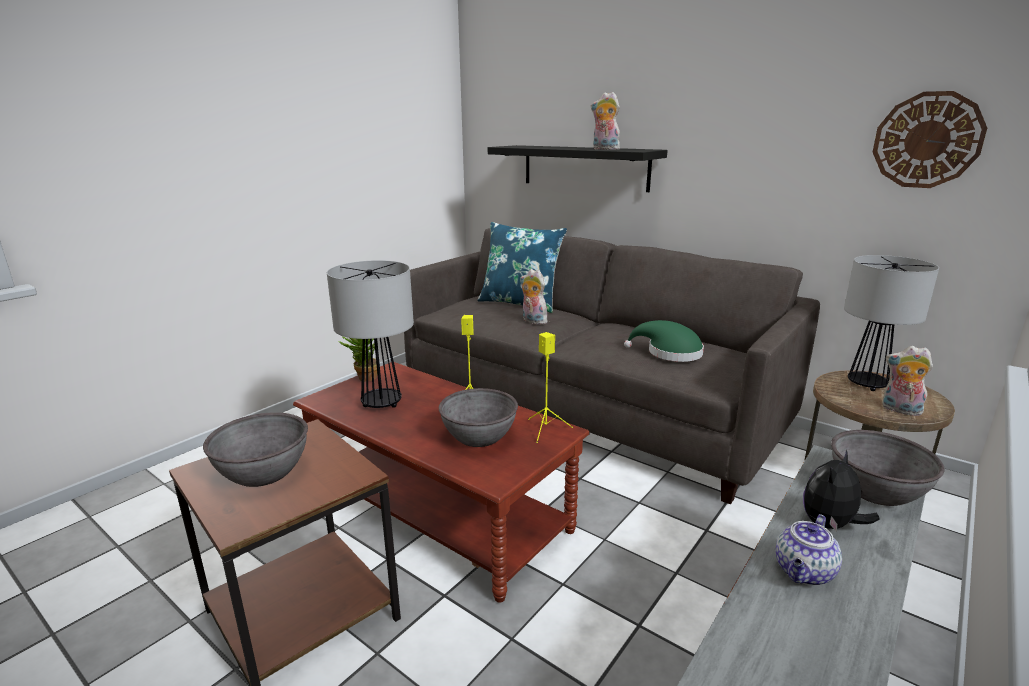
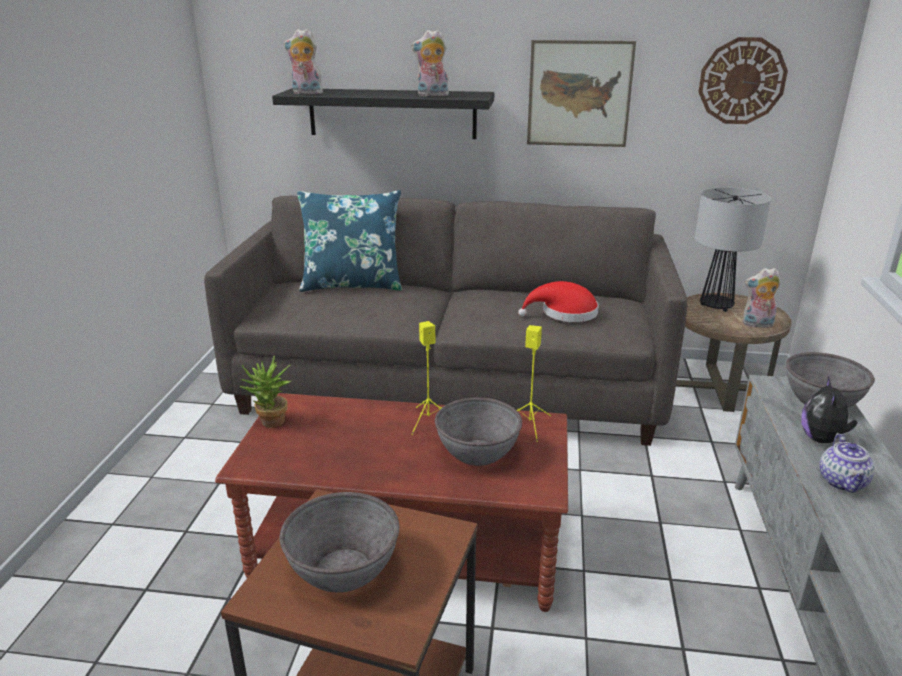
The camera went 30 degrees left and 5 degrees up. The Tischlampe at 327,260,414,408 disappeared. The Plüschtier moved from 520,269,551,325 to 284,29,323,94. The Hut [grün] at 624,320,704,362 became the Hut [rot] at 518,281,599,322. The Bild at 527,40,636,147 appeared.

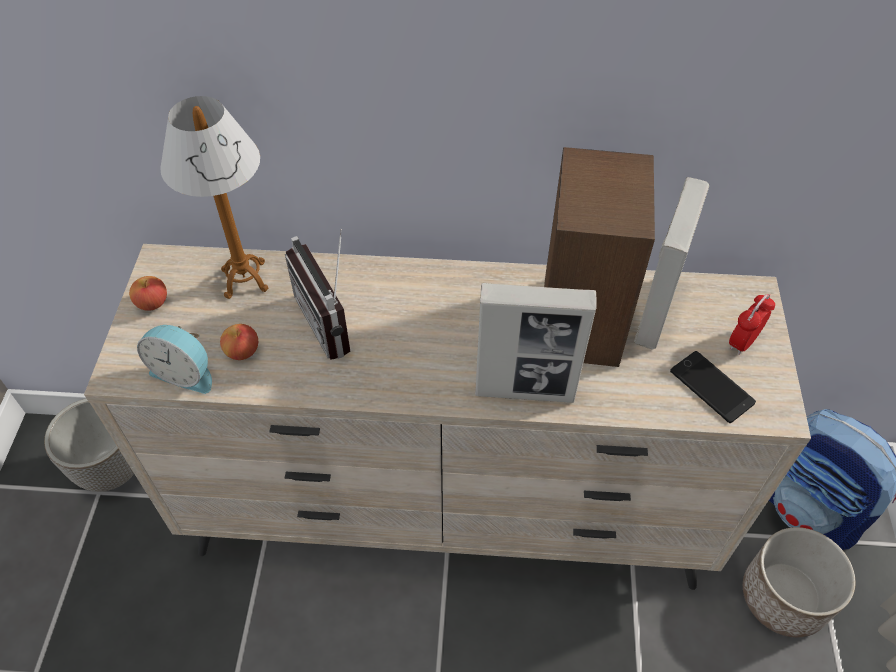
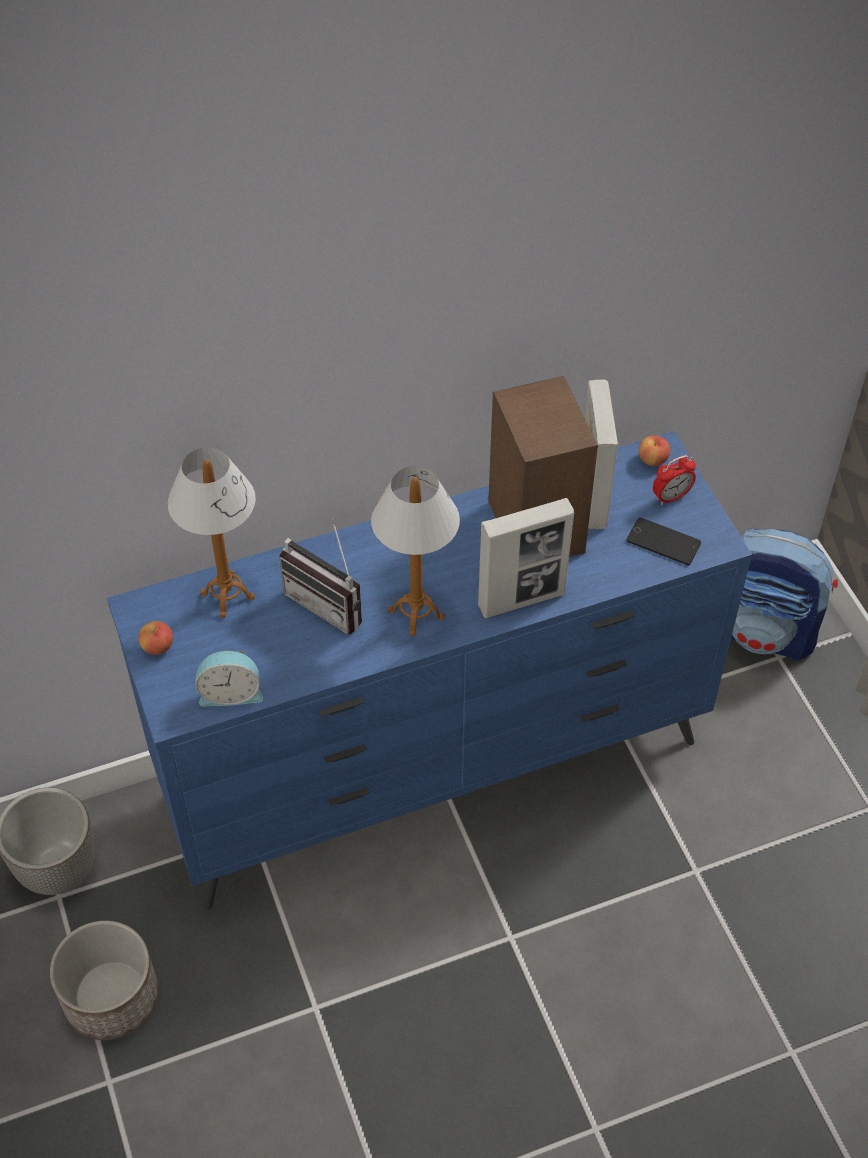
The camera went 25 degrees left and 0 degrees up. The Kommode [beige] at 84,244,811,590 became the Kommode [blau] at 107,431,752,910. The Wecker at 729,294,775,355 turned 135 degrees counterclockwise. The Apfel moved from 220,324,258,360 to 639,435,670,466. The Pflanzkübel moved from 743,527,855,637 to 50,921,158,1040. The Tischlampe at 371,466,460,636 appeared.

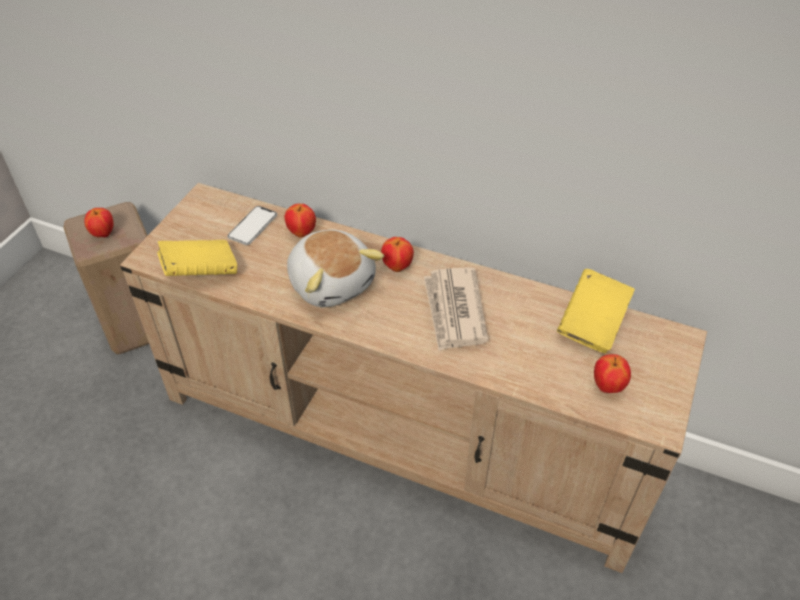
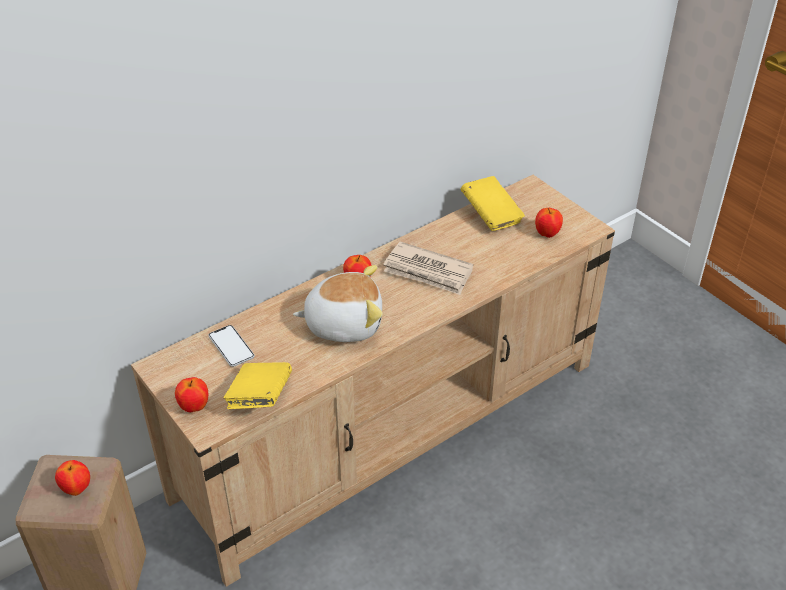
The camera went 60 degrees left and 5 degrees down. The Apfel moved from 285,204,316,237 to 175,377,208,412.

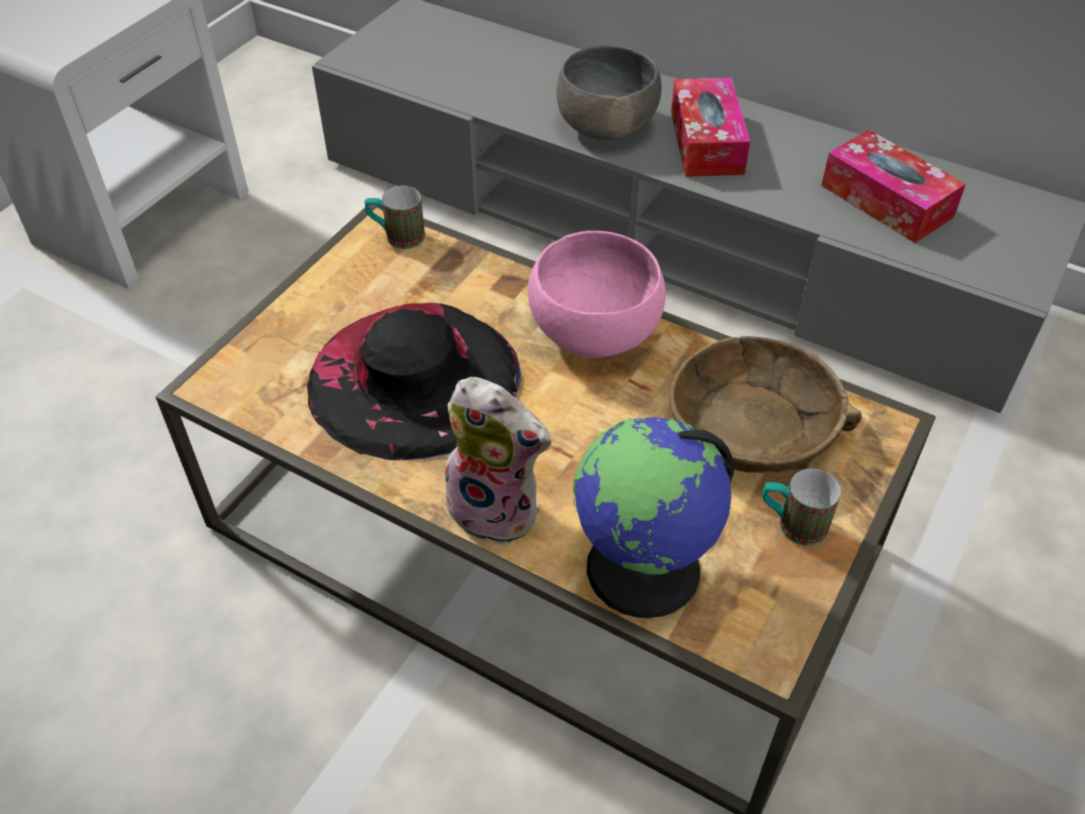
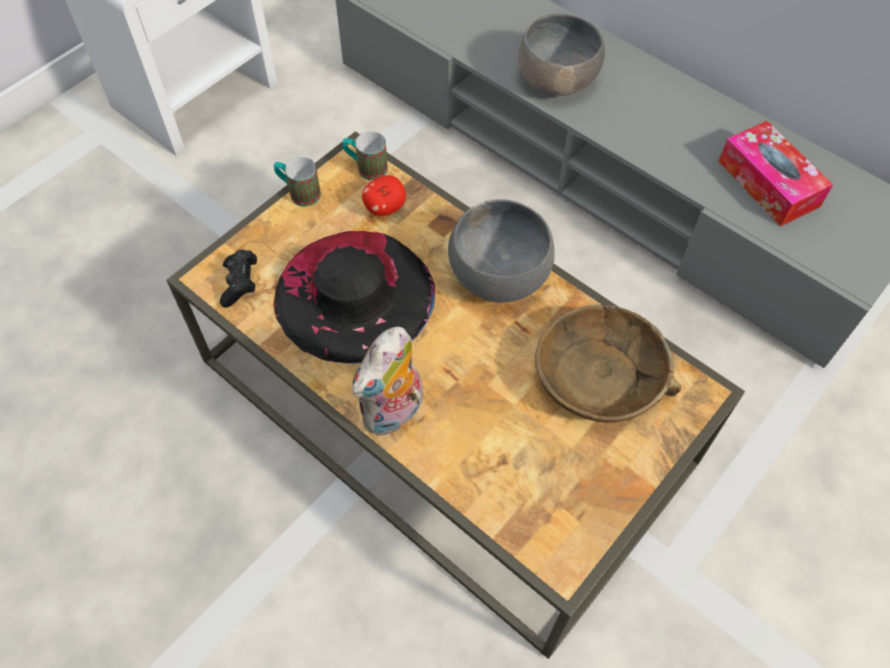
The camera went 10 degrees right and 10 degrees up. The Taschentuchbox at 671,78,750,177 disappeared. The Schüssel [rosa] at 528,231,666,358 became the Schüssel [grau] at 448,199,555,303. The Plüschtier at 445,377,551,546 turned 90 degrees clockwise. The Globus at 573,417,734,618 disappeared. The Henkelbecher moved from 763,468,841,546 to 274,157,321,207. The Apfel at 362,175,406,216 appeared. The Gamepad [schwarz] at 220,249,257,308 appeared.

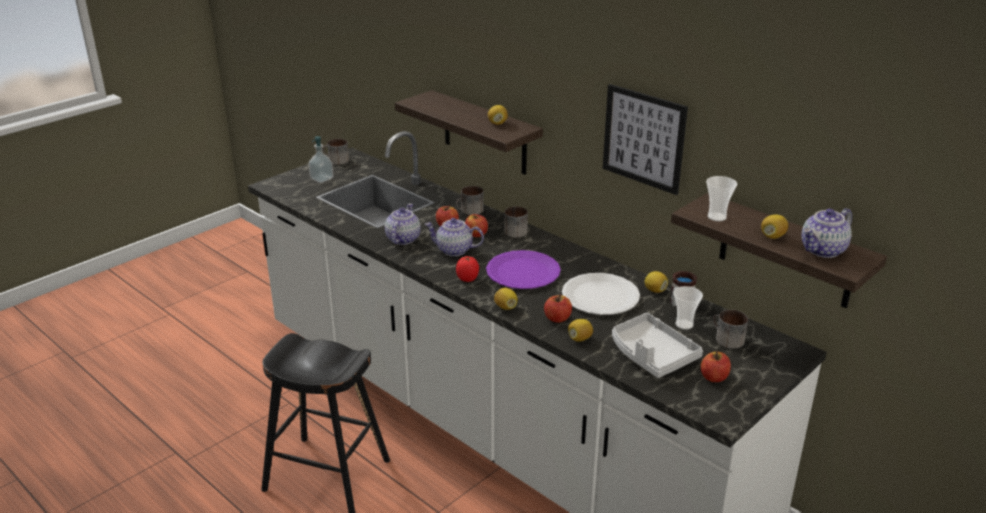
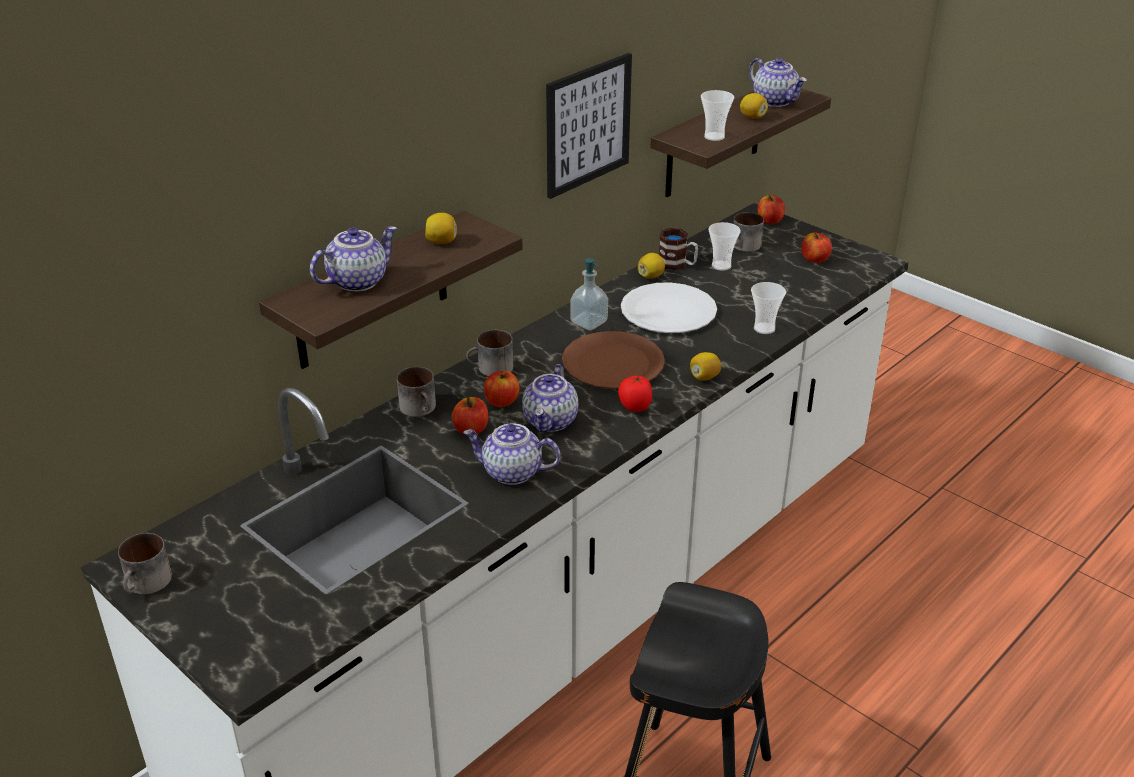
The camera went 90 degrees left and 5 degrees up. The Seifenspender moved from 308,136,334,183 to 570,258,608,330. The Teller [lila] at 486,250,561,289 became the Teller [braun] at 562,331,665,389. The Apfel moved from 544,295,572,323 to 758,195,785,224. The Tablett [grau] at 612,313,703,378 disappeared. The Zitrone at 568,319,593,342 was replaced by the Tasse at 751,282,786,334. The Teekanne at 310,226,397,292 appeared.

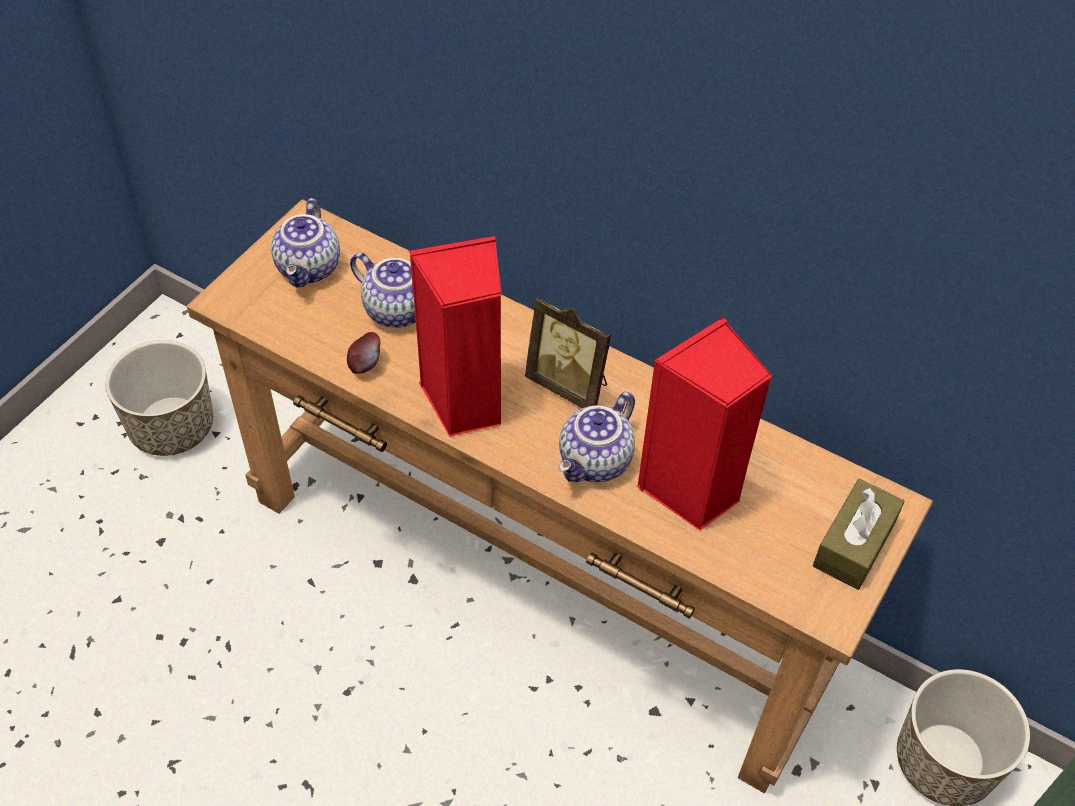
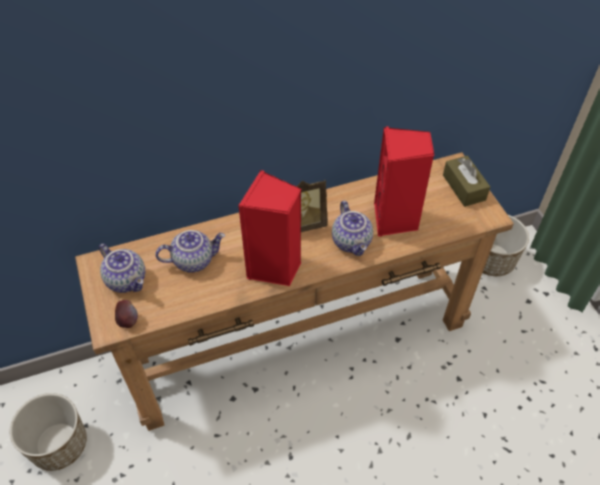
The camera went 50 degrees left and 0 degrees up. The Apfel moved from 347,332,380,374 to 115,300,138,328.

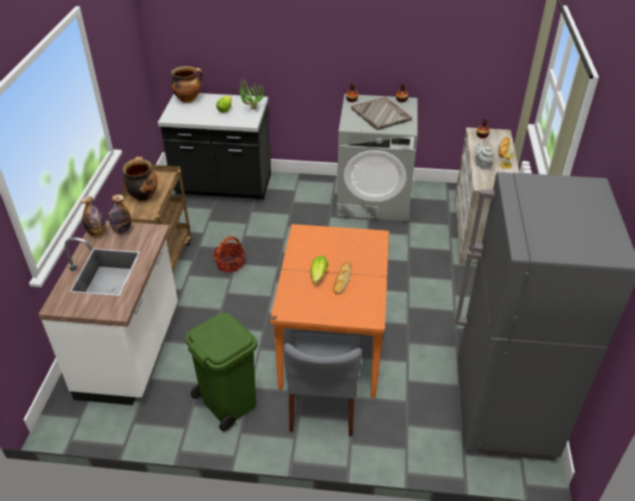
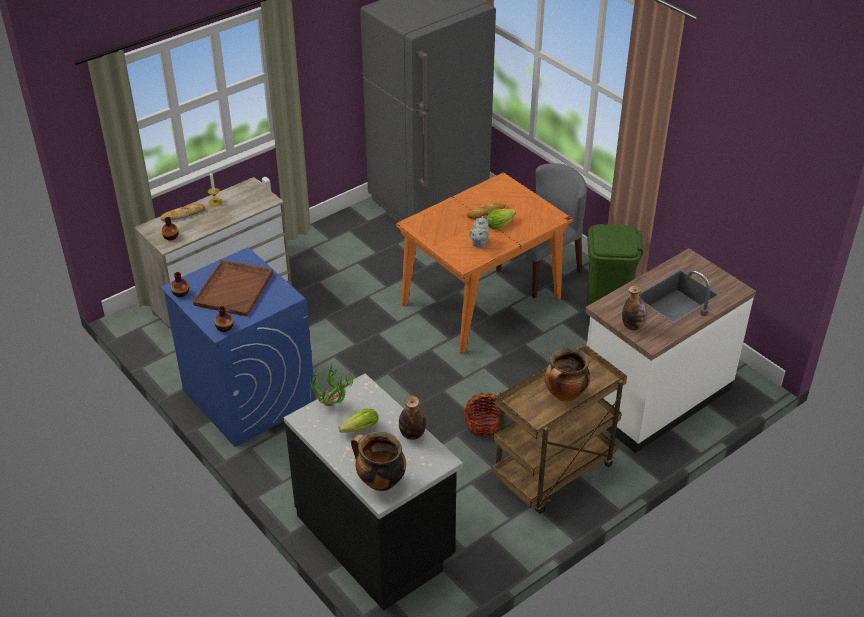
The camera went 135 degrees left and 0 degrees up. The Waschmaschine [grau] at 337,94,418,221 became the Waschmaschine [blau] at 160,247,316,447. The Tablett [grau] at 351,97,412,130 became the Tablett [braun] at 193,260,273,316. The Teekanne [grau] moved from 475,143,495,170 to 469,216,489,248. The Flasche moved from 81,196,106,236 to 399,396,426,440.

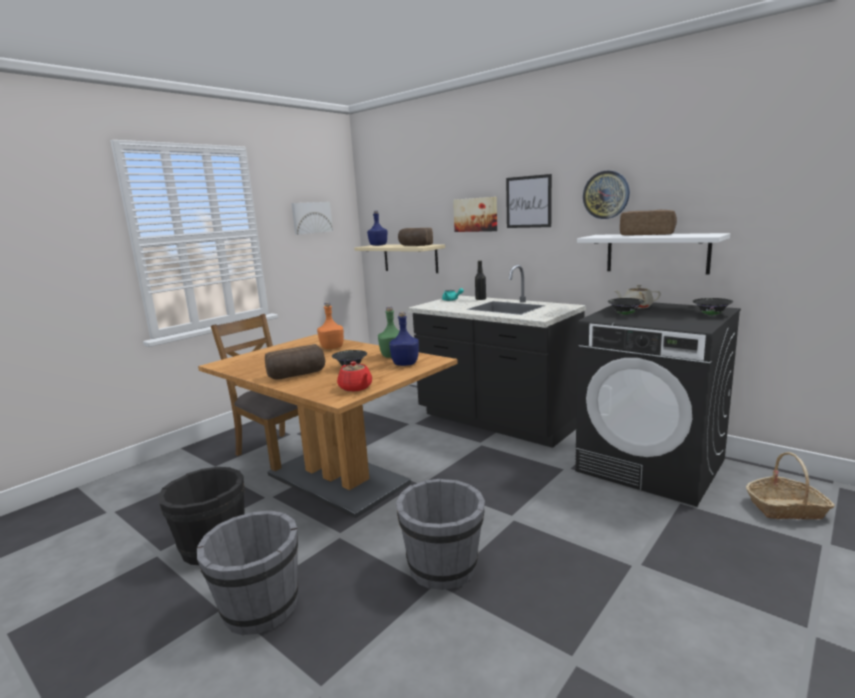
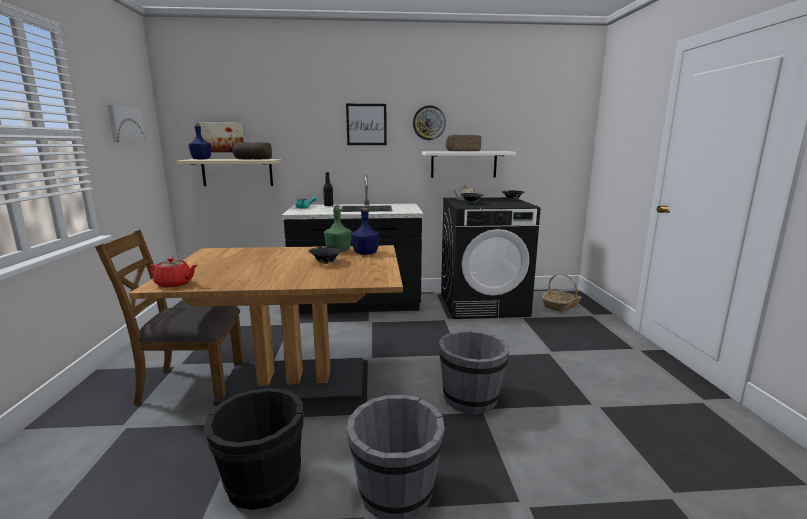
The camera went 45 degrees left and 0 degrees up. The Bild moved from 453,197,497,232 to 196,122,244,152. The Flasche [orange] at 317,302,344,349 disappeared. The Brot at 265,344,325,379 disappeared. The Teekanne [rot] moved from 337,361,372,392 to 149,257,198,288.

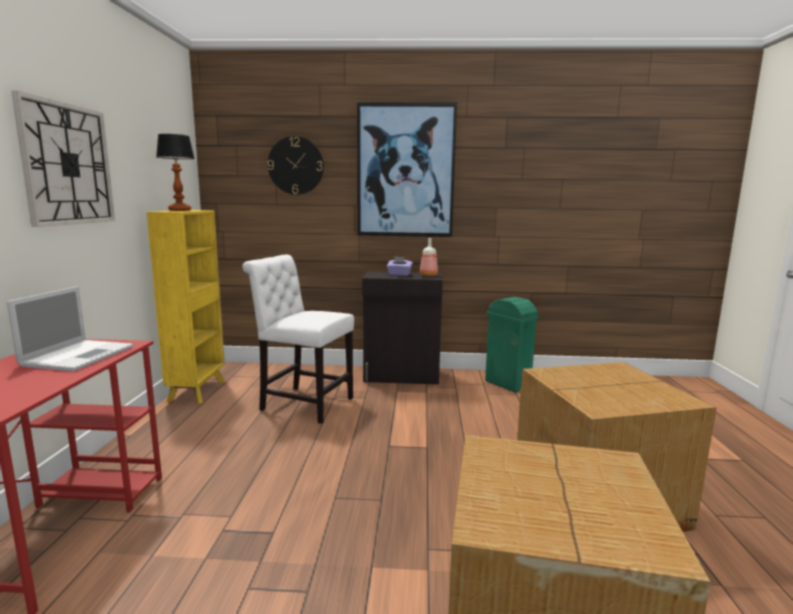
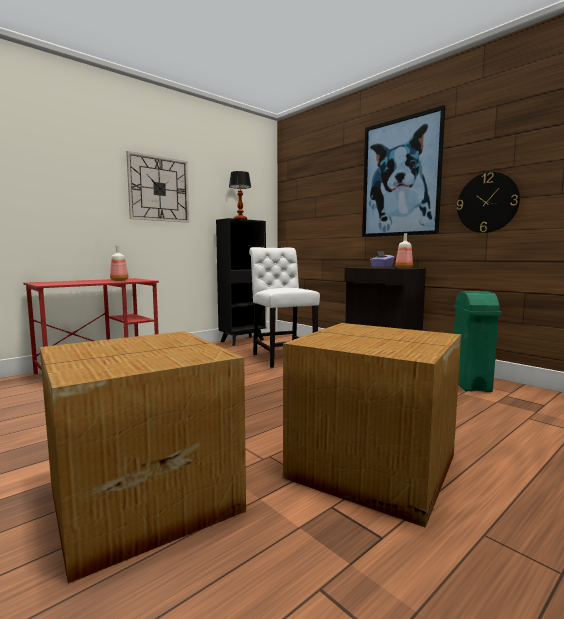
The camera went 45 degrees right and 5 degrees down. The Wanduhr moved from 267,136,324,195 to 457,172,520,233. The Bücherregal [gelb] at 147,210,225,404 became the Bücherregal [schwarz] at 216,218,266,346. The Laptop at 6,286,134,372 was replaced by the Flasche at 110,245,129,281.

